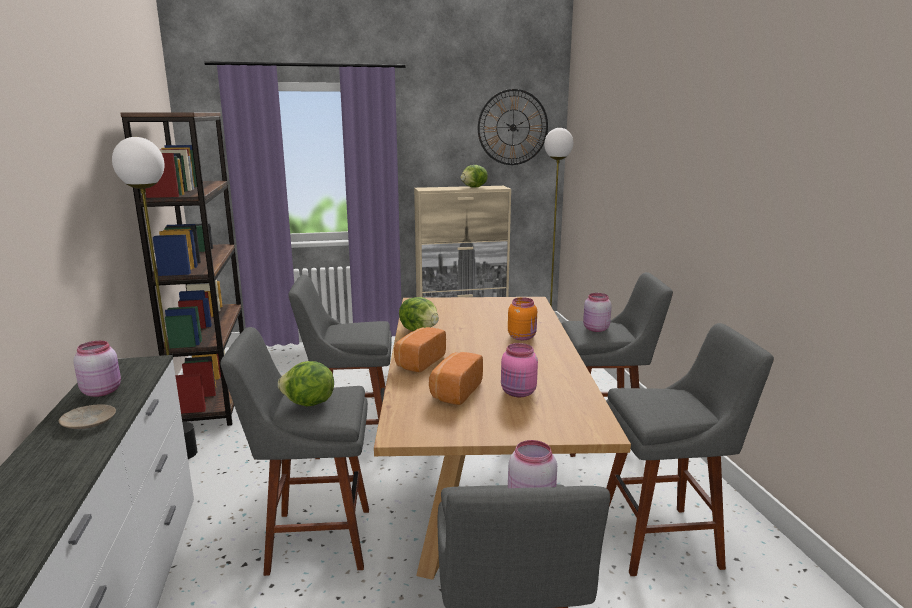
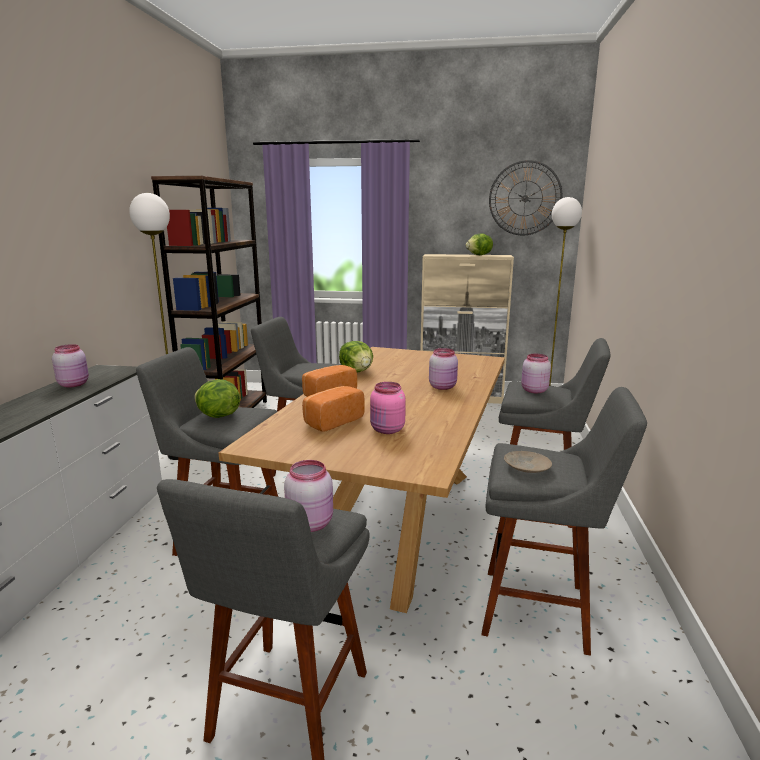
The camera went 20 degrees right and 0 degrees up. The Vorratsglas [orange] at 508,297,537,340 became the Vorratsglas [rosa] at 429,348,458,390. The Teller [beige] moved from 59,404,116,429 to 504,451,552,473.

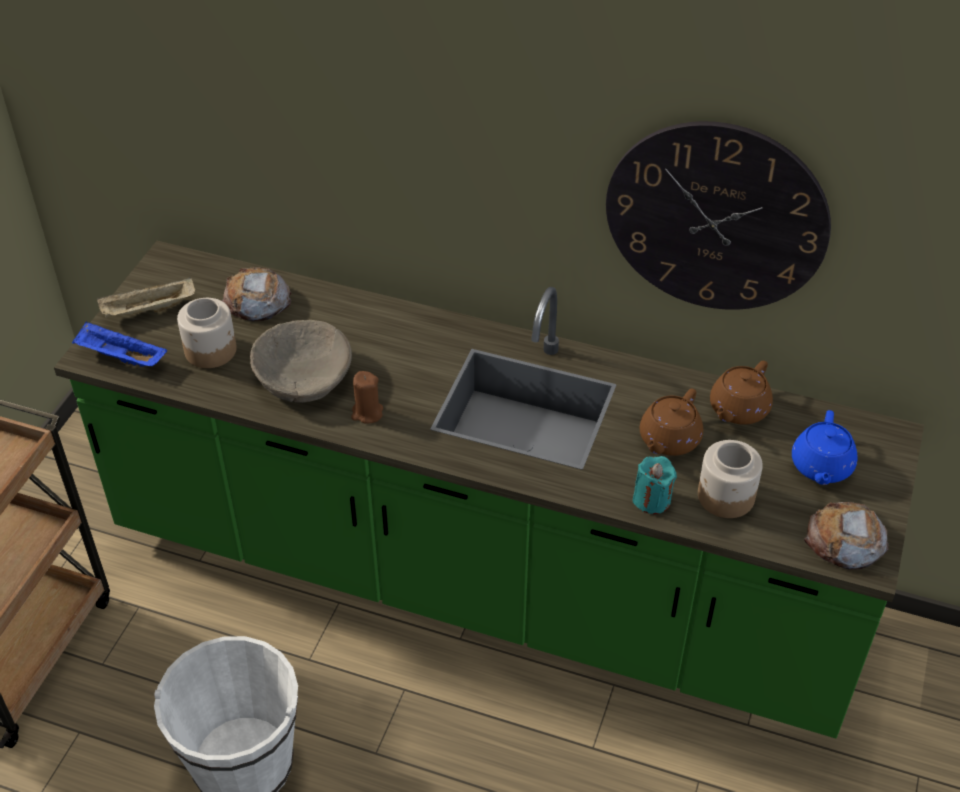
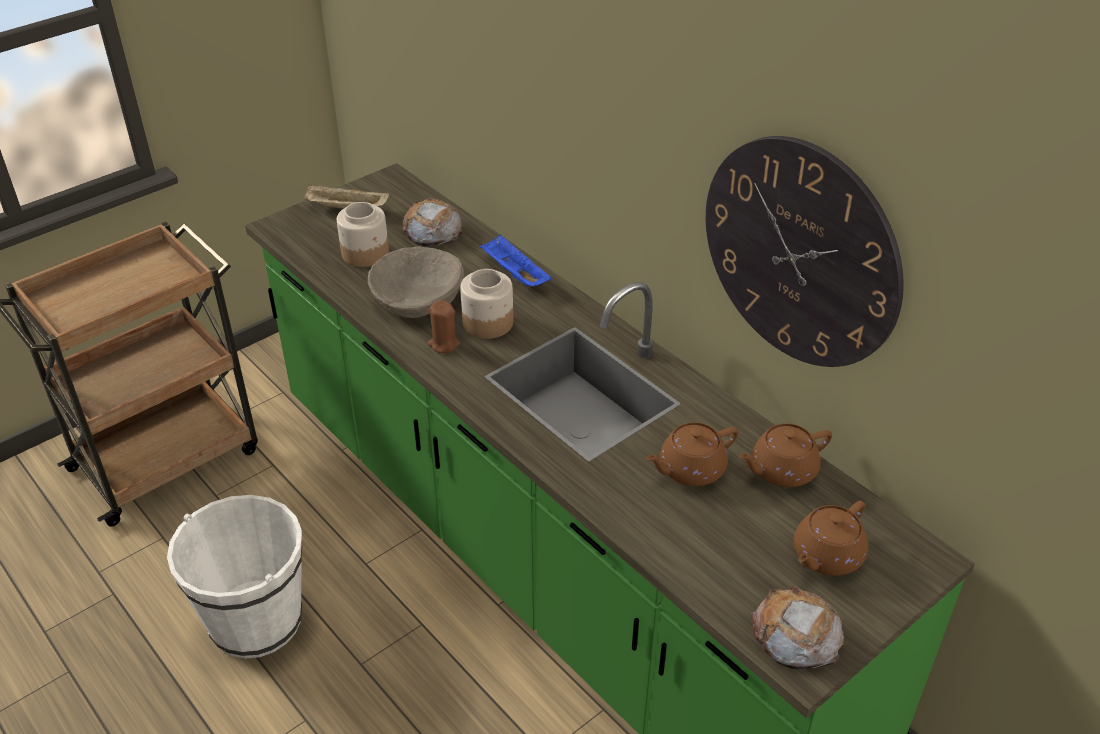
The camera went 30 degrees right and 5 degrees down. The Tablett [blau] moved from 72,321,167,367 to 480,234,552,286. The Teekanne [blau] at 792,410,858,485 became the Teekanne [braun] at 794,501,868,576. The Vorratsglas moved from 698,440,763,518 to 460,269,513,339. The Kerze [türkis] at 632,456,677,514 disappeared.

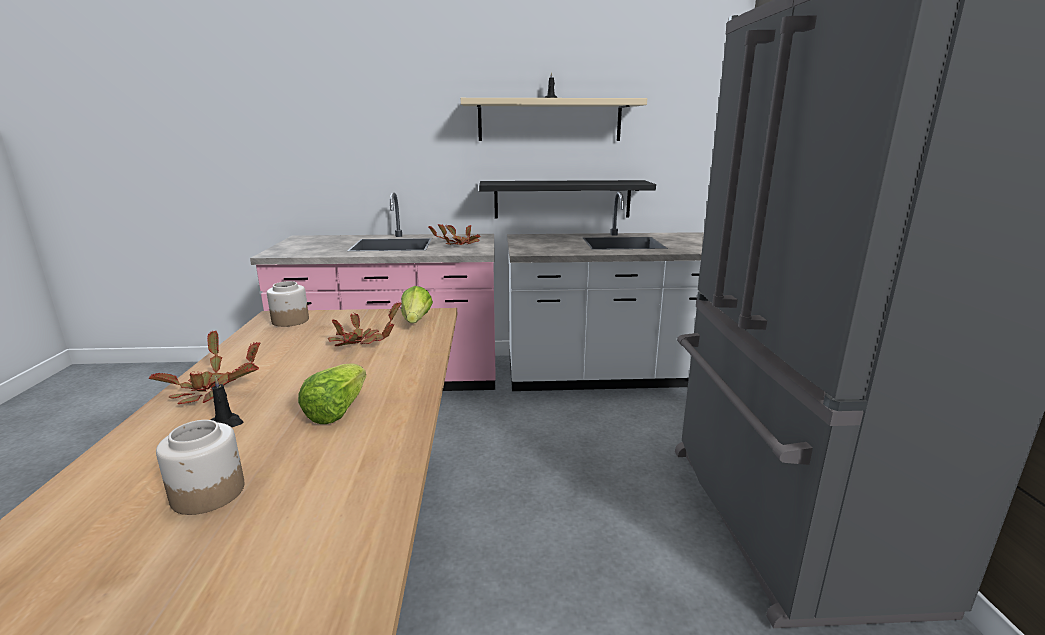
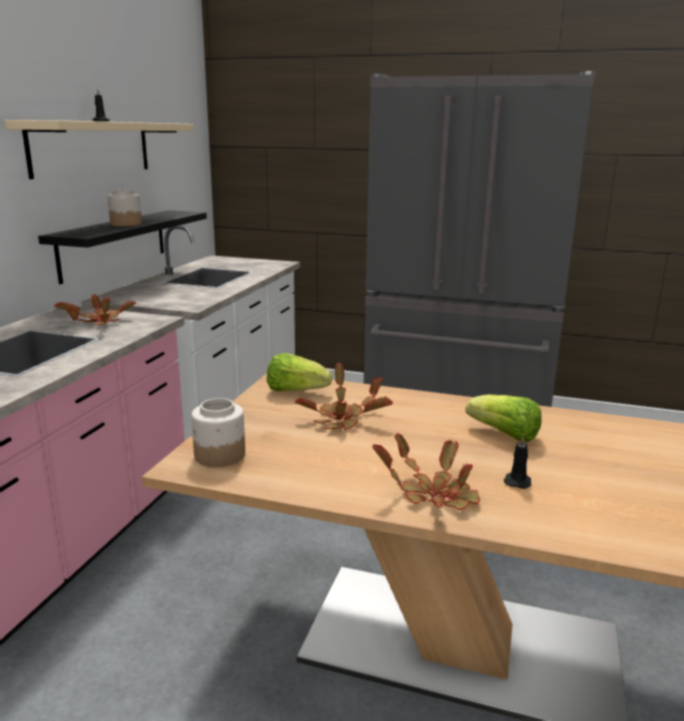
The camera went 70 degrees left and 0 degrees up. The Vorratsglas moved from 156,420,244,515 to 107,189,142,226.

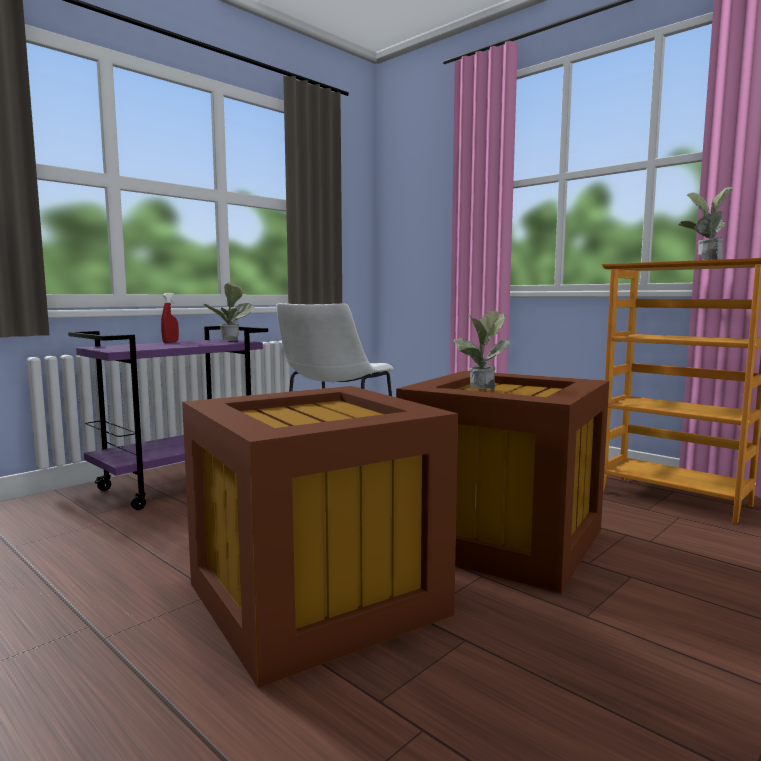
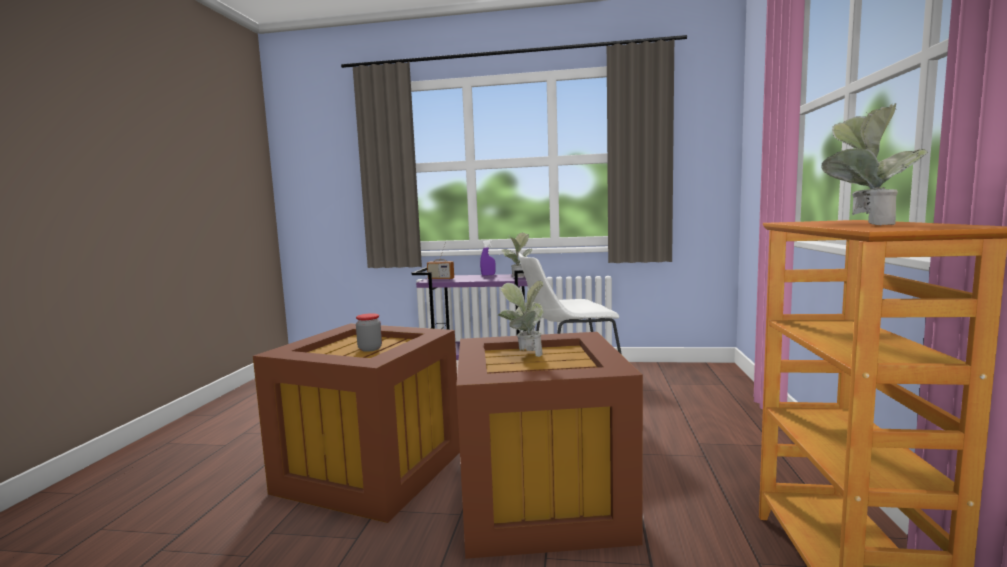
The camera went 55 degrees right and 0 degrees up. The Sprühflasche [rot] at 161,293,179,343 became the Sprühflasche [lila] at 480,240,496,276. The Radio at 427,242,454,280 appeared. The Vorratsglas at 356,313,382,352 appeared.

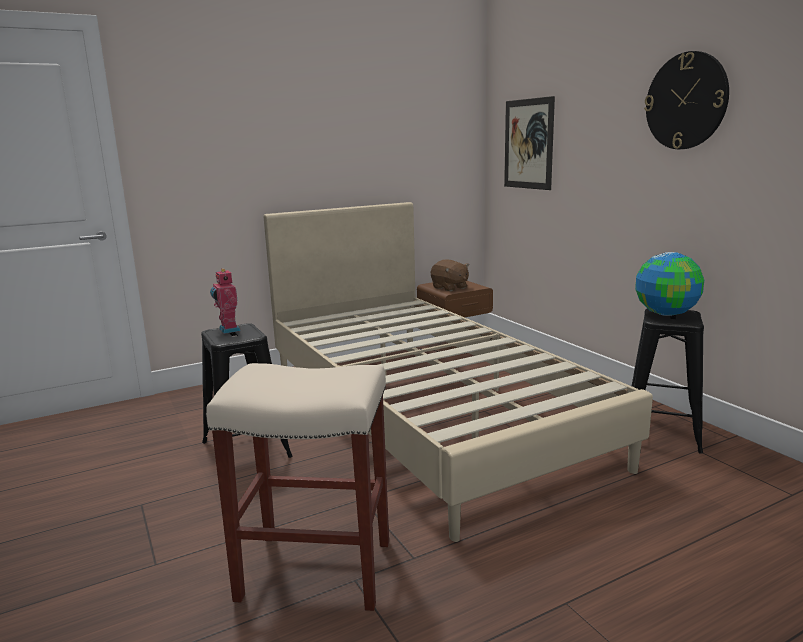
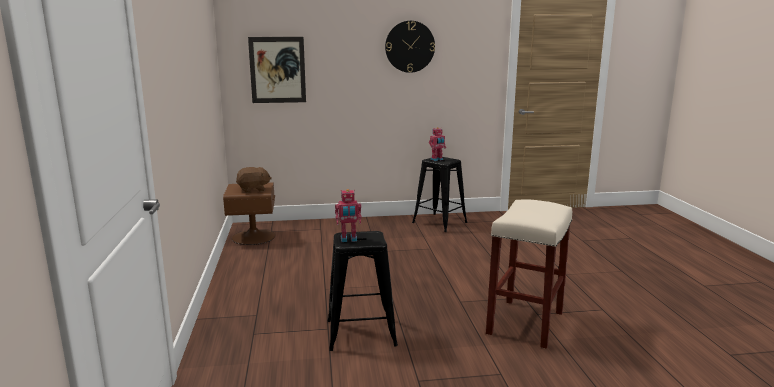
The camera went 70 degrees left and 0 degrees up. The Bett [beige] at 264,202,653,542 disappeared. The Globus at 635,252,704,316 was replaced by the Spielzeugroboter at 429,127,446,161.

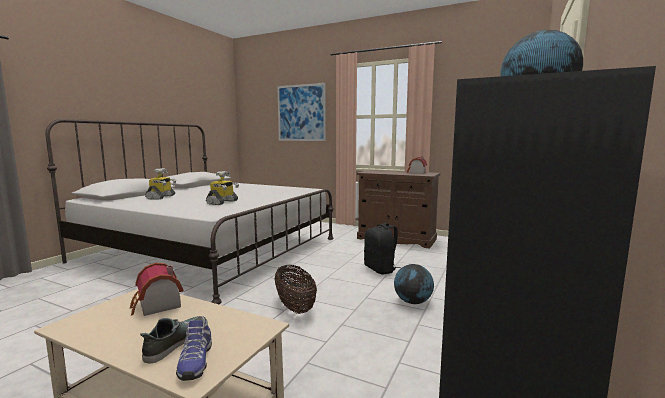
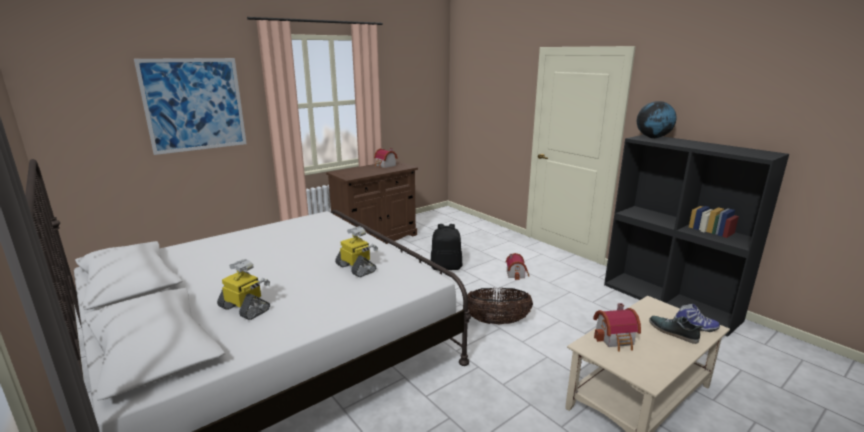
The camera went 65 degrees left and 10 degrees up. The Globus at 394,264,434,304 was replaced by the Spielzeughaus at 506,253,529,280.

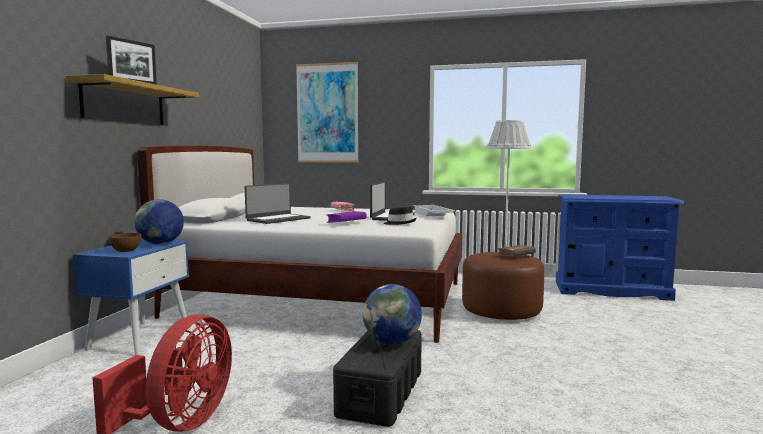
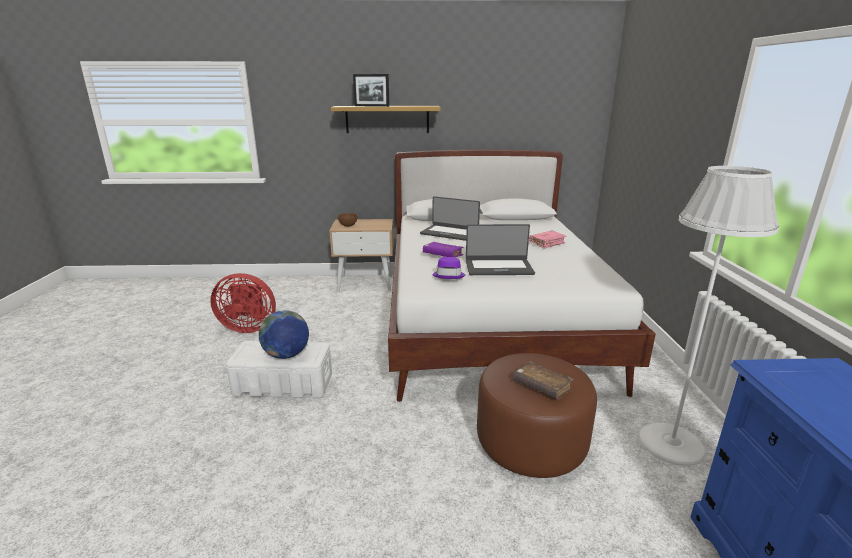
The camera went 75 degrees right and 15 degrees up. The Bild at 296,62,359,163 disappeared. The Globus at 134,199,184,244 disappeared. The Tablett [weiß] at 413,205,455,216 disappeared. The Hut [schwarz] at 384,206,417,225 became the Hut [lila] at 432,257,465,279. The Nachttisch [blau] at 73,239,189,355 became the Nachttisch [beige] at 329,219,394,292. The Aufbewahrungsbox [schwarz] at 333,330,422,427 became the Aufbewahrungsbox [weiß] at 226,341,332,398.

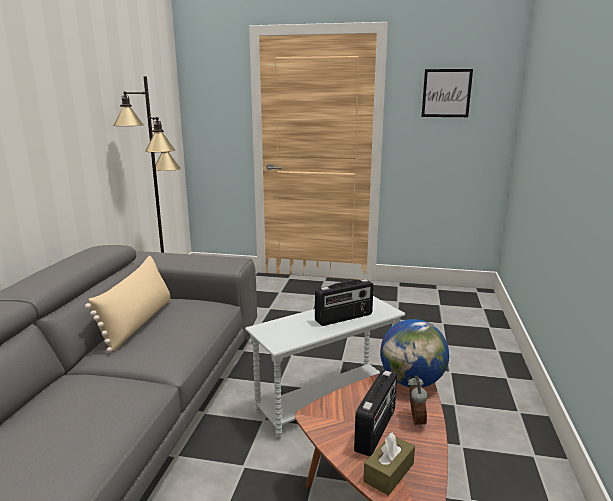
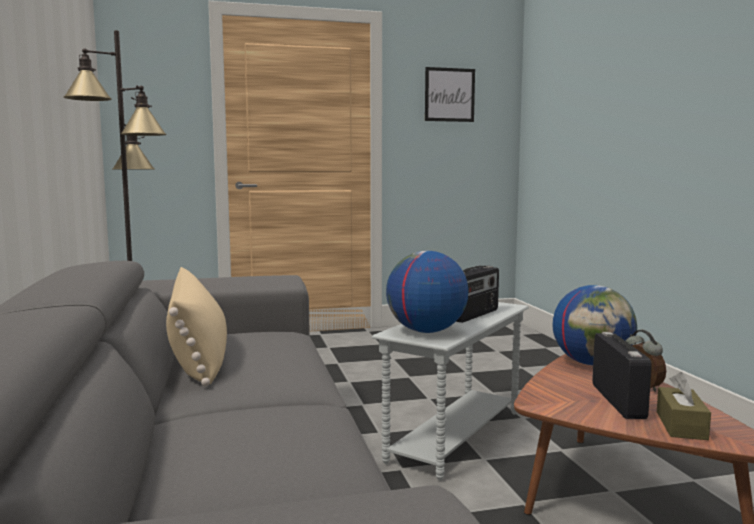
The camera went 25 degrees left and 10 degrees down. The Globus at 386,251,468,333 appeared.

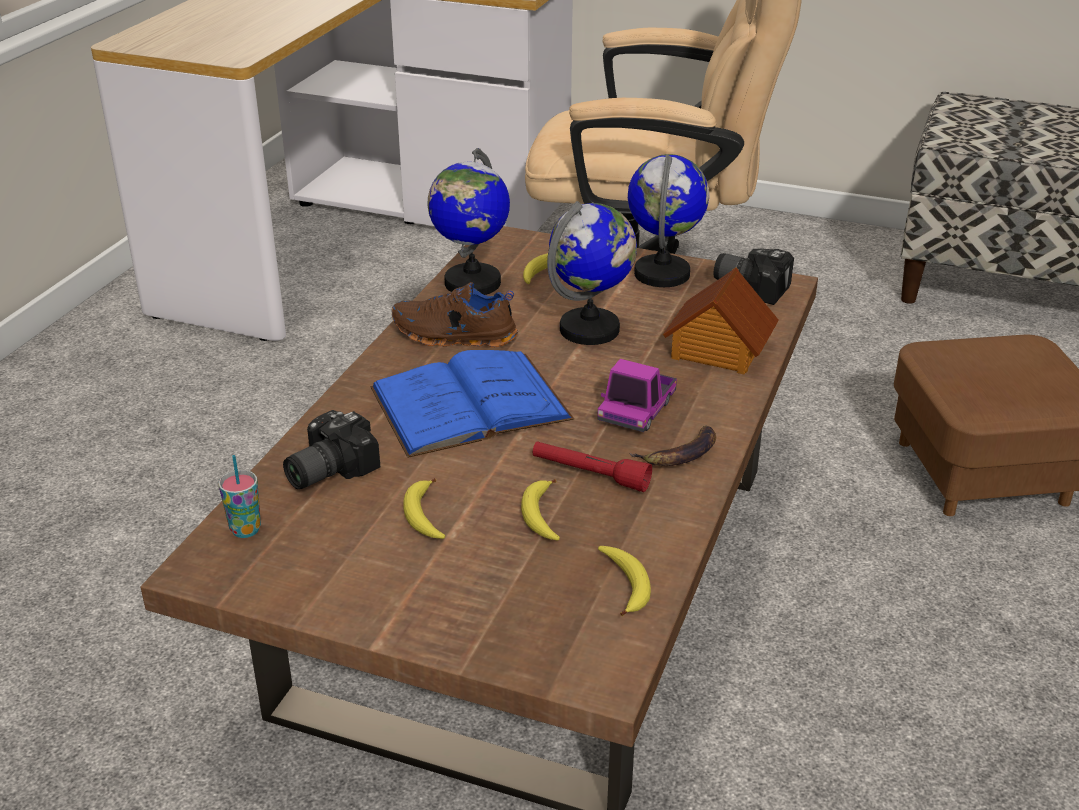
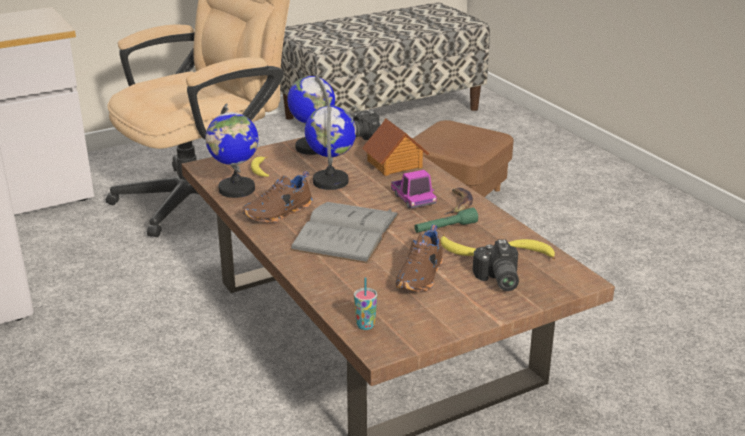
The camera went 50 degrees left and 5 degrees down. The Buch [blau] at 370,350,574,458 became the Buch [grau] at 290,202,399,264. The Kamera moved from 283,410,380,489 to 473,239,519,291. The Taschenlampe [rot] at 533,441,652,492 became the Taschenlampe [grün] at 414,208,478,233. The Banane at 403,478,445,539 was replaced by the Schuh [braun] at 395,225,443,292.

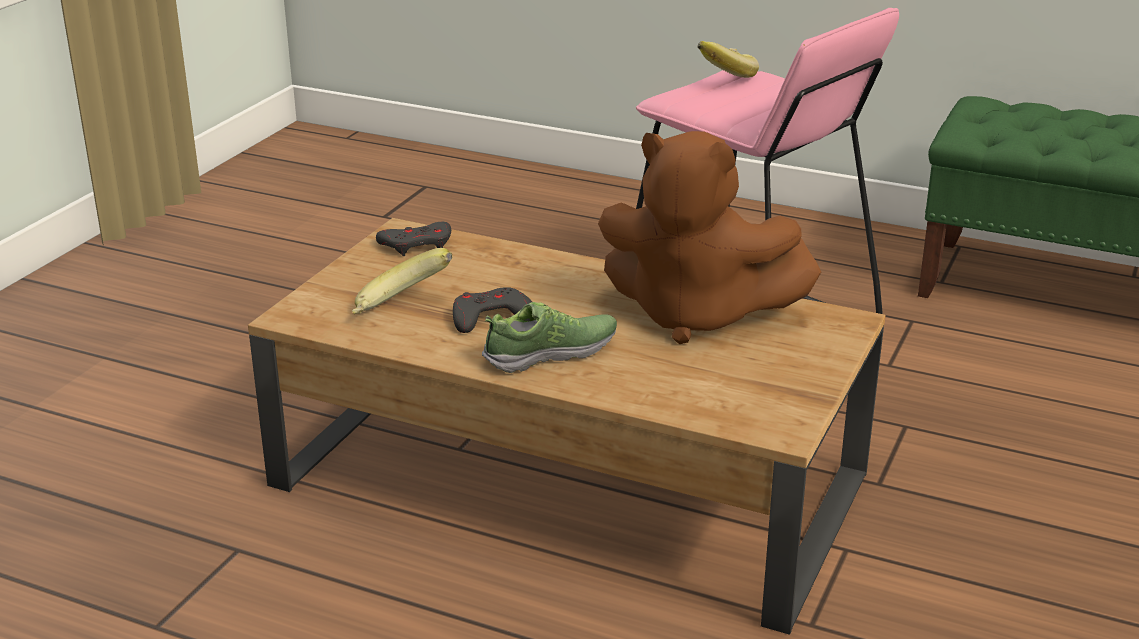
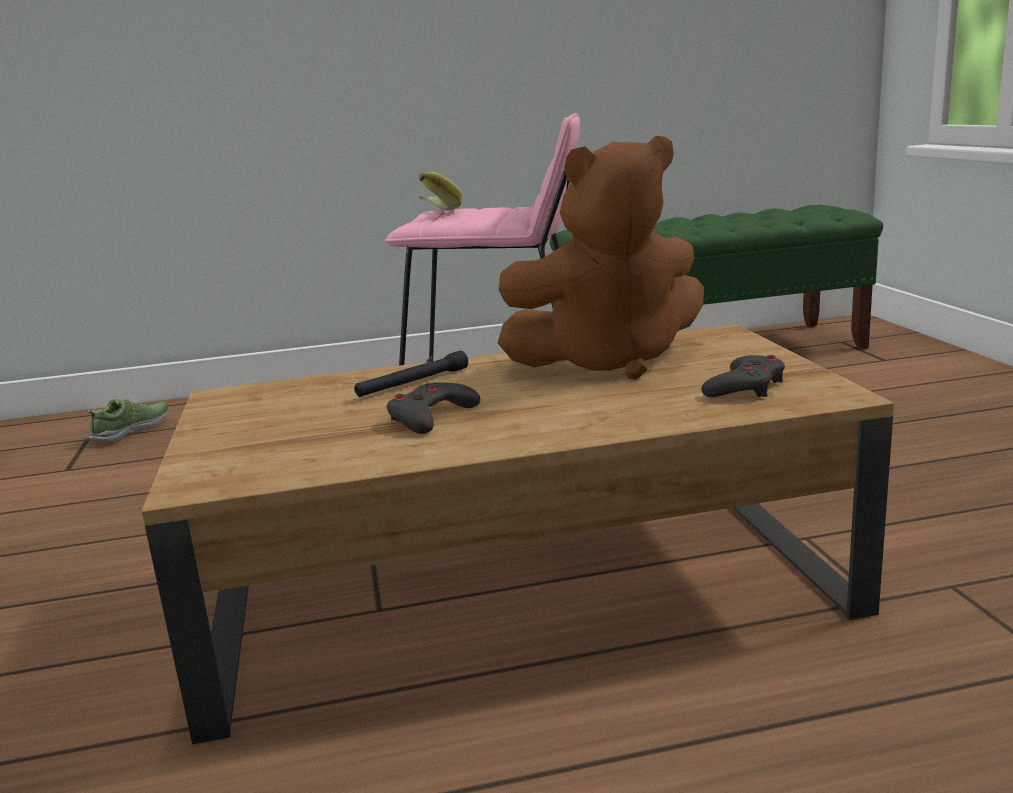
The camera went 35 degrees left and 10 degrees down. The Gamepad [grau] moved from 376,222,451,256 to 701,355,785,397. The Banane at 352,248,452,314 disappeared. The Schuh moved from 482,302,617,373 to 88,399,169,443. The Taschenlampe [schwarz] at 354,351,468,397 appeared.

